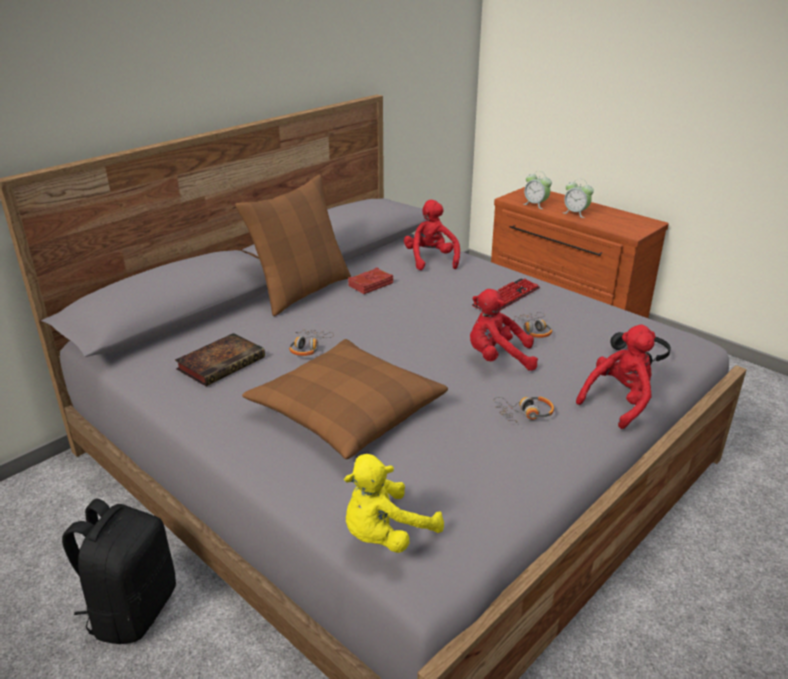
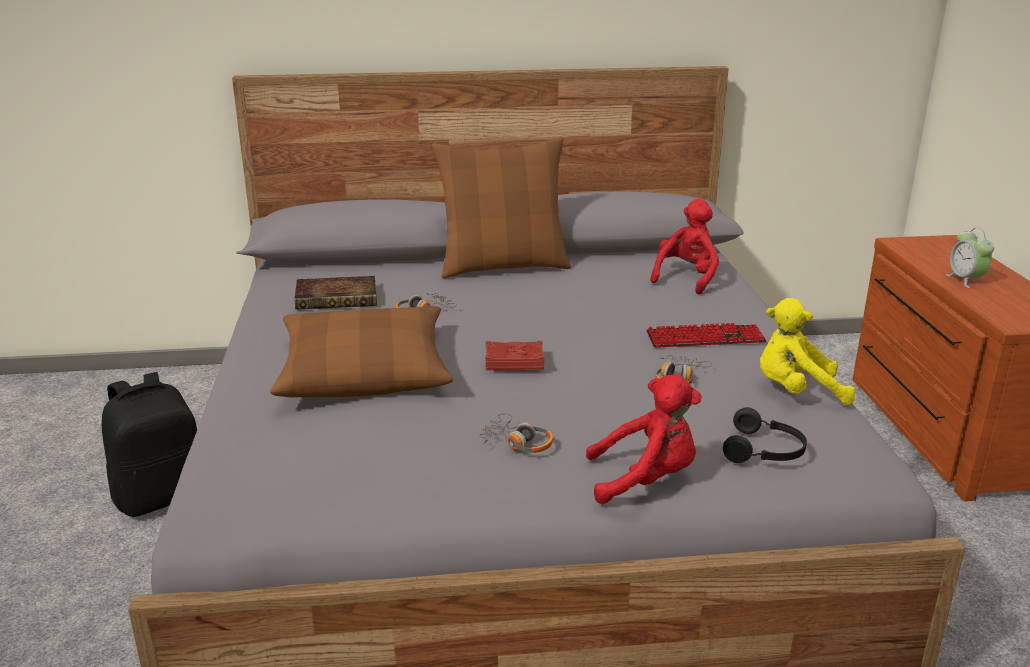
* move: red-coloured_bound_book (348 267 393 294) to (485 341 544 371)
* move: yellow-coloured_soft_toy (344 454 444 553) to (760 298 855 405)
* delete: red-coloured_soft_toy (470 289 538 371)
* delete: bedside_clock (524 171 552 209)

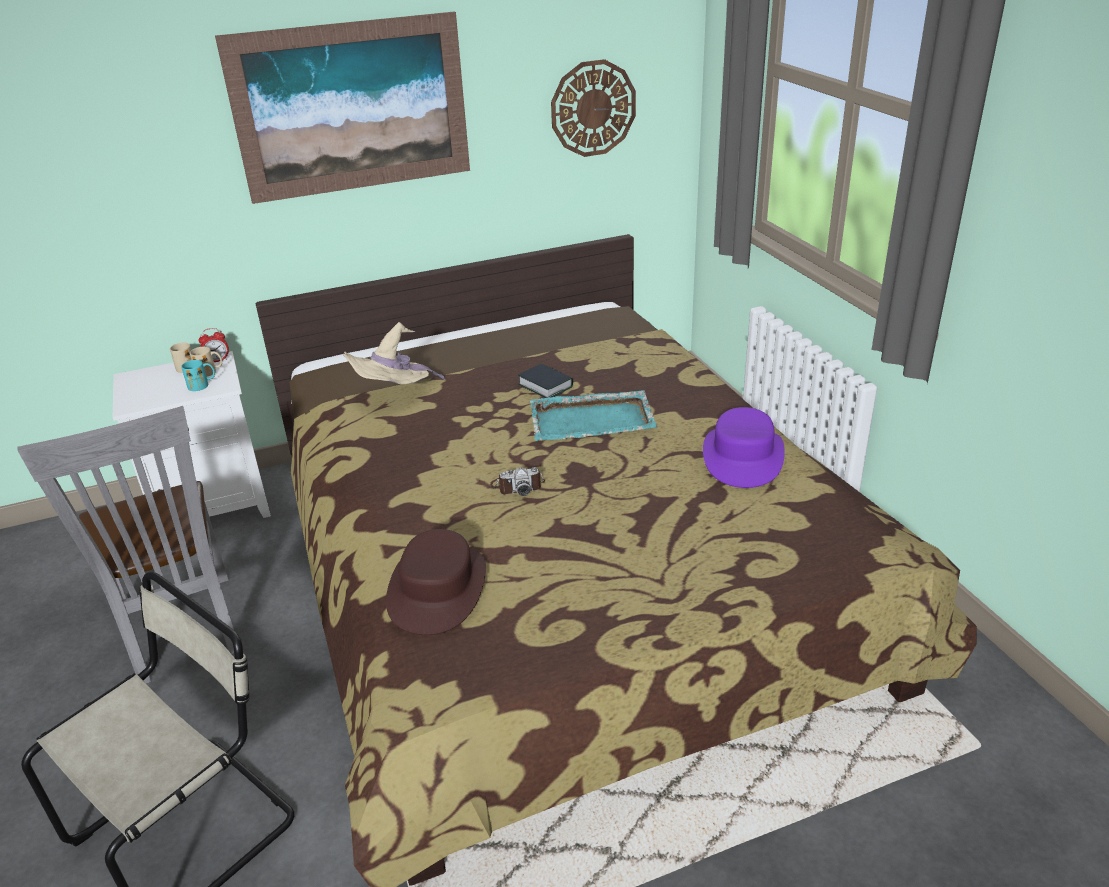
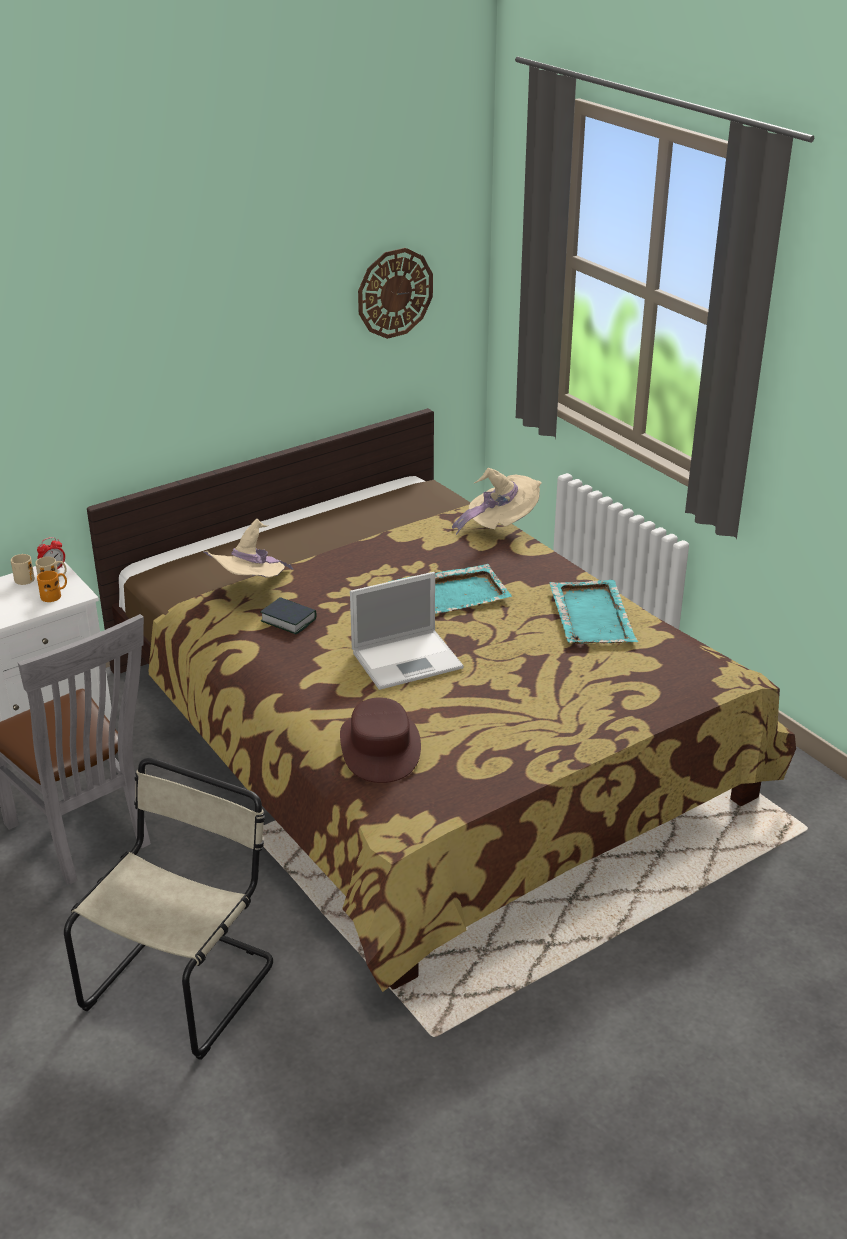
* recolor: turquoise_mug (181 360 215 391) to orange-coloured_mug (37 571 67 602)
* move: bound_book (518 363 573 398) to (260 597 317 635)
* replace: still_camera (490 467 545 496) to notebook_computer (350 572 464 690)
* insert: beige_wearable_hat (452 468 542 535)
* replace: purple_wearable_hat (703 407 785 488) to turquoise_serving_tray (549 580 638 644)
* delete: wall_art (215 11 470 204)

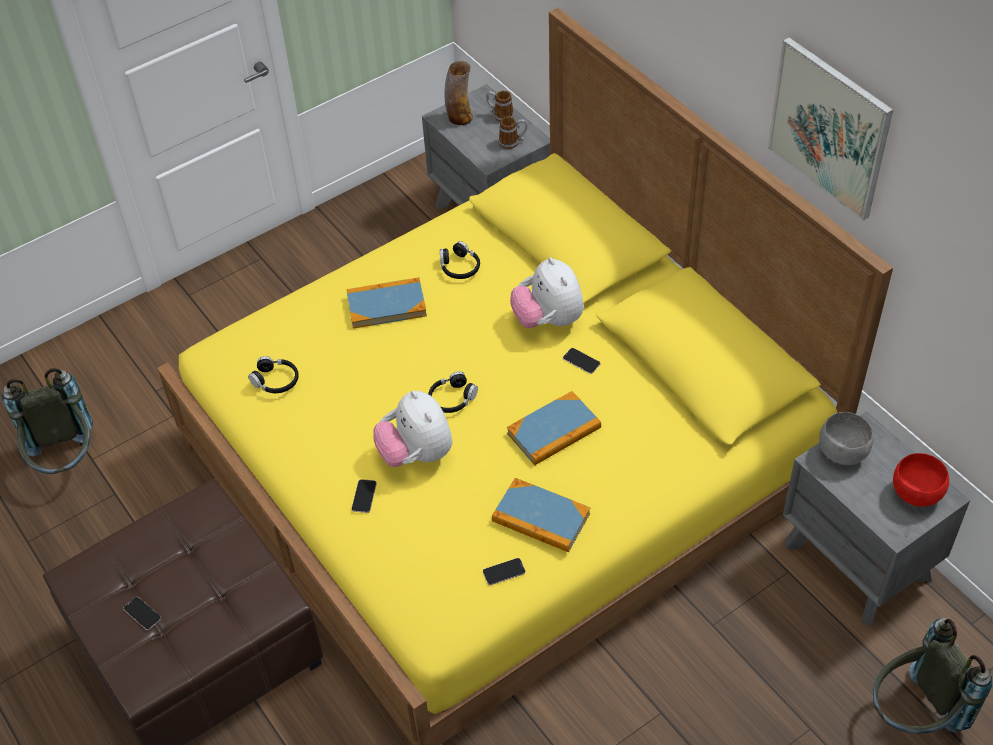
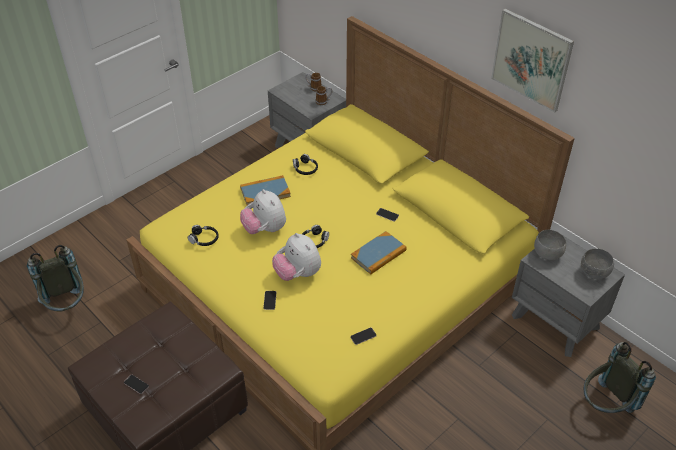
* move: soft_toy (510 257 584 328) to (240 189 286 234)
* recolor: red-coloured_deep_dish (893 453 949 507) to greyish_deep_dish (581 248 614 279)
* delete: flower_vase (444 61 473 125)
* delete: bound_book (492 478 590 552)

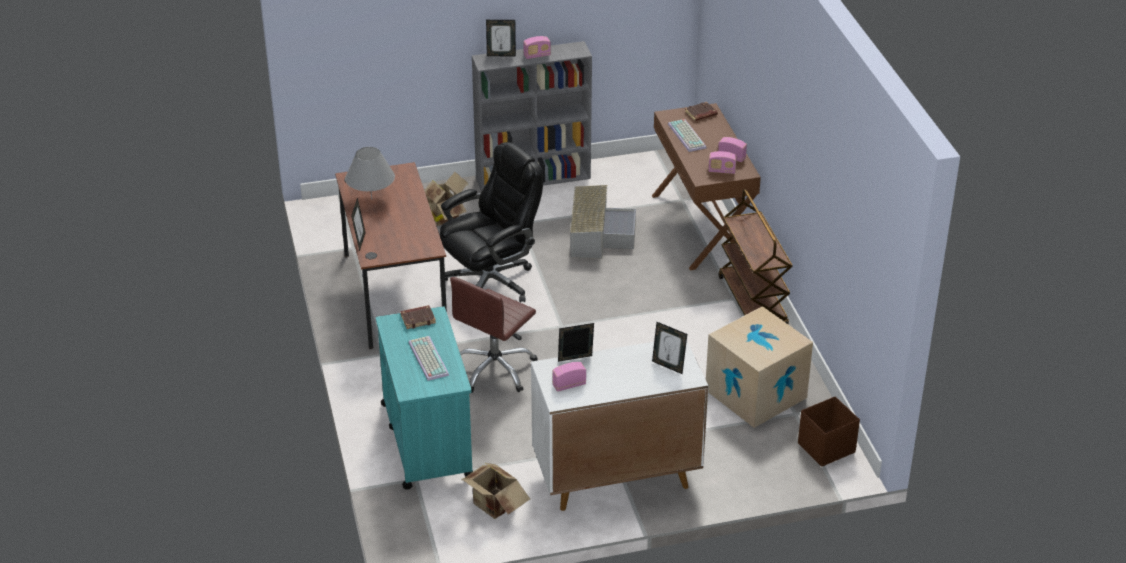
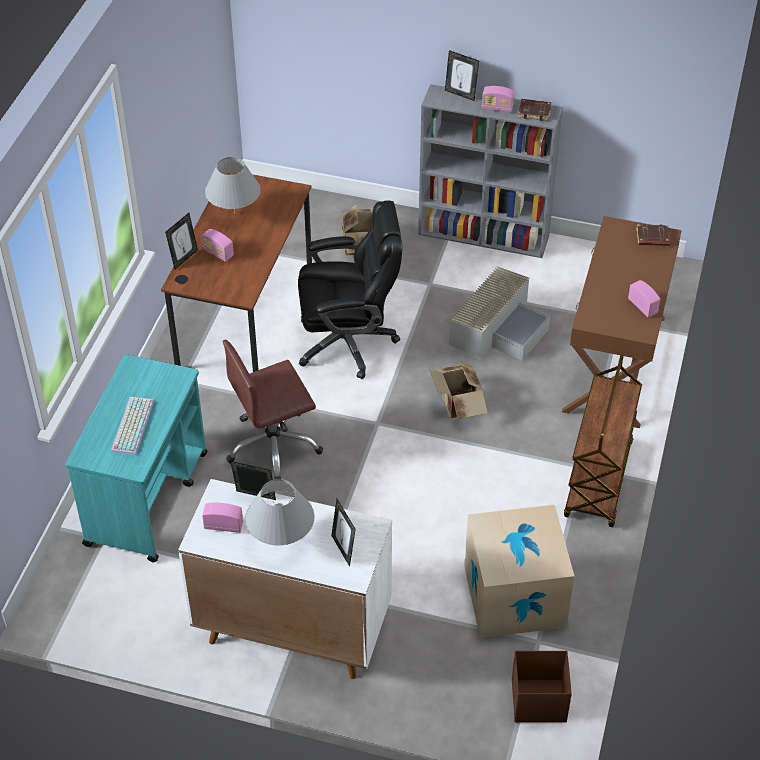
* move: radio (708 151 737 174) to (201 229 234 262)
* insert: greyish_table_lamp (245 479 315 545)
* move: packing_box (462 463 530 519) to (428 362 488 419)
* move: brownish_bound_book (400 305 436 329) to (518 99 551 121)
* delete: PC_keyboard (668 119 707 152)

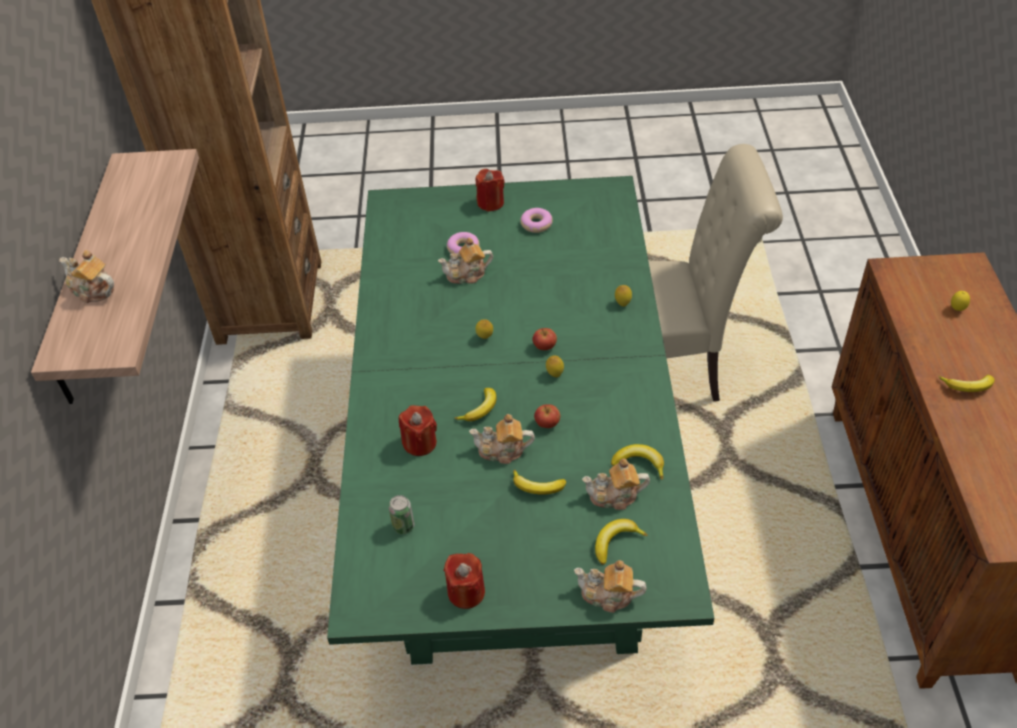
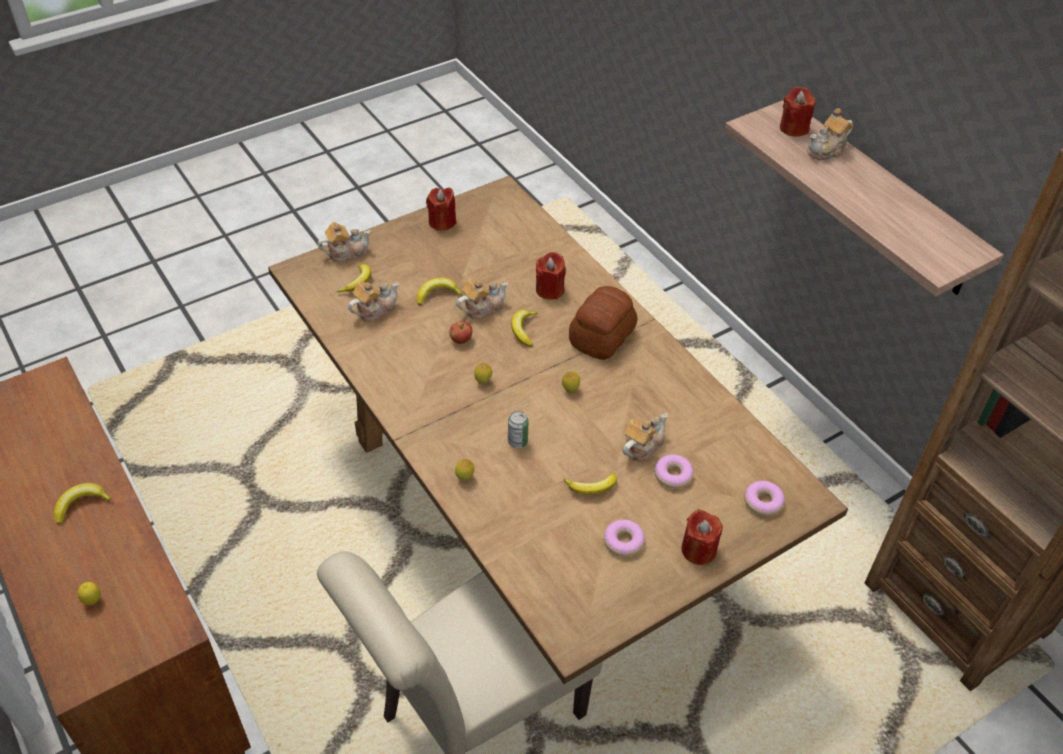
* recolor: greenish_dinner_table (327 176 714 665) to brownish_dinner_table (268 175 848 684)
* move: sealed_can (388 495 414 534) to (508 411 529 448)
* move: whole_banana (611 444 664 480) to (564 473 617 495)
* insert: bread (569 286 637 360)
* insert: doughnut (744 481 785 516)
* insert: red-coloured_wax_candle (780 87 815 137)
* rotate: teapot (59 250 114 303) = (807 108 853 160) 150 degrees clockwise
* delete: apple (532 328 557 350)

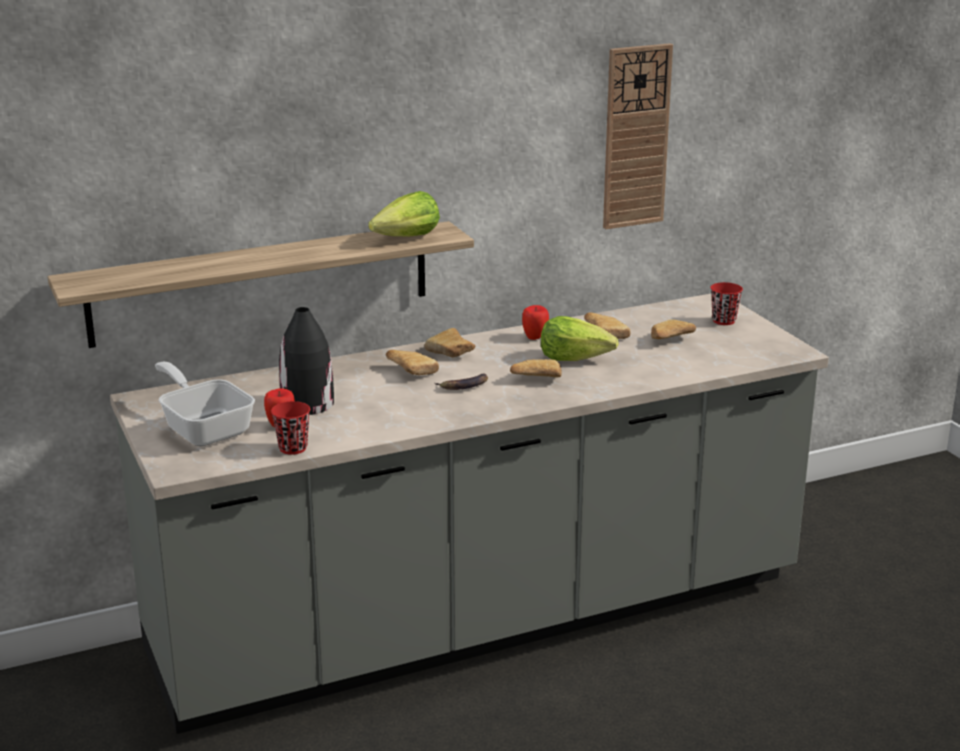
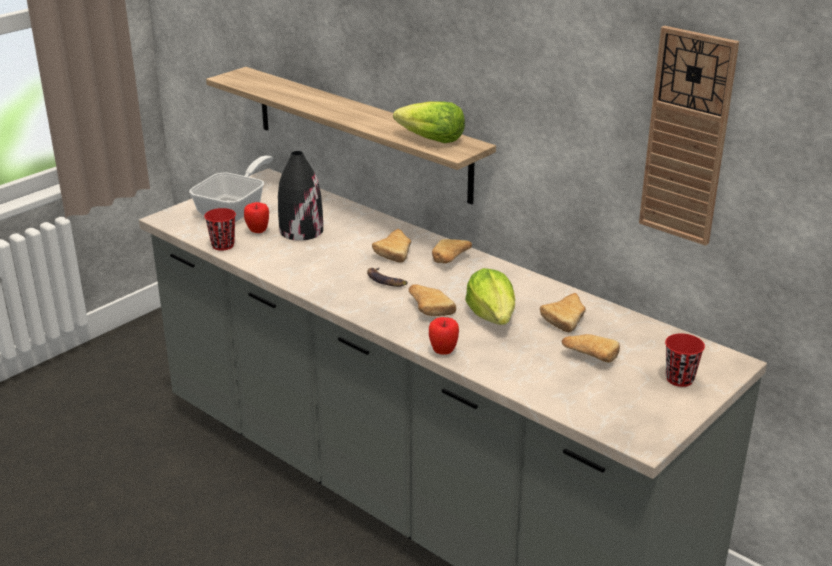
* move: apple (522 305 549 340) to (429 317 459 355)

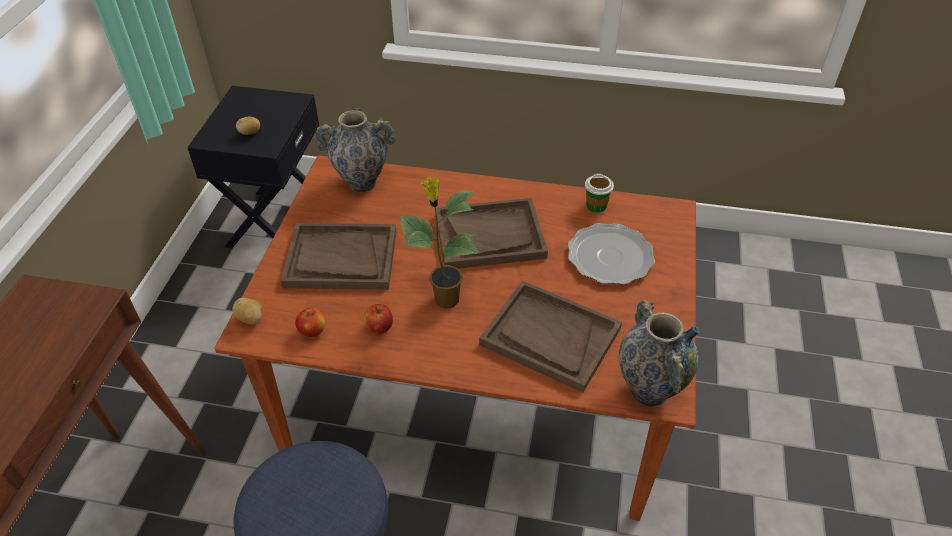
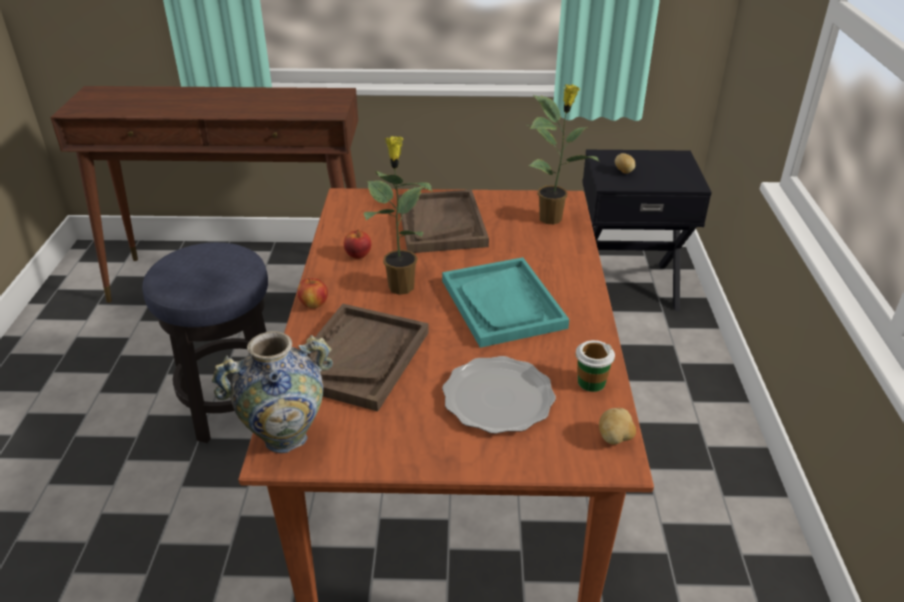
* move: apple (295 308 326 337) to (297 278 328 309)
* recolor: brownish_serving_tray (435 198 548 269) to turquoise_serving_tray (442 257 569 348)
* replace: flower_vase (314 109 396 192) to potted_plant (527 84 599 224)
* move: whole_potato (232 298 262 325) to (599 408 636 445)

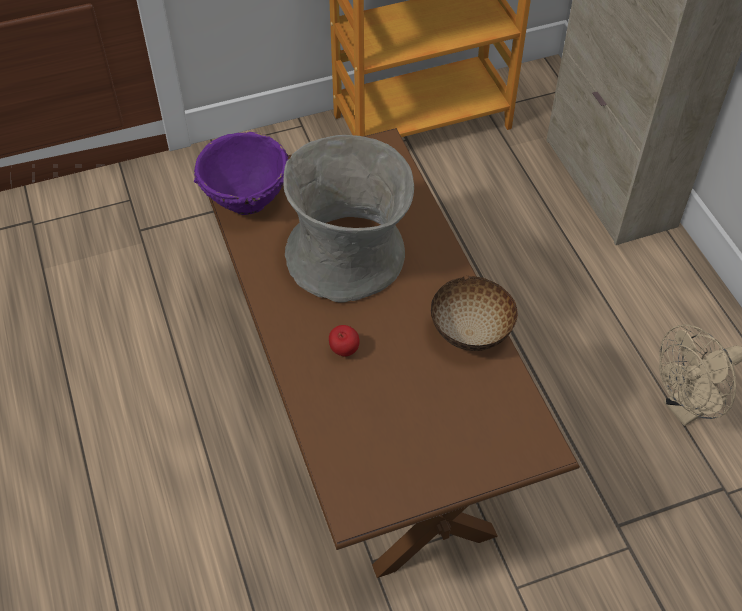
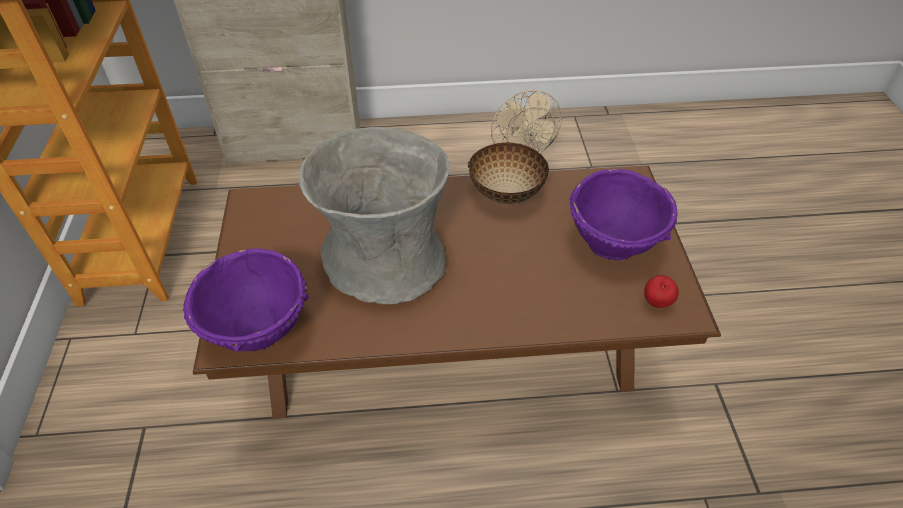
* insert: purple_deep_dish (570 169 678 260)
* move: apple (329 325 360 357) to (644 275 679 308)

